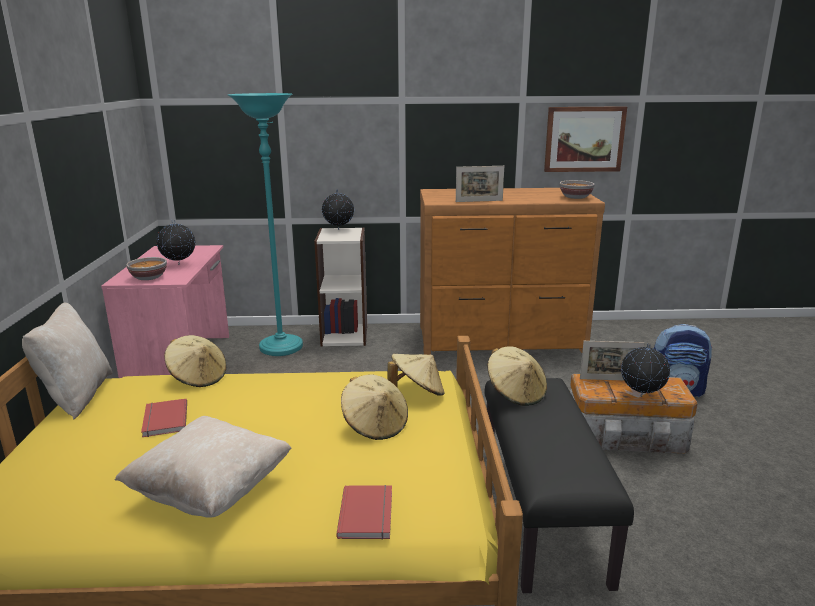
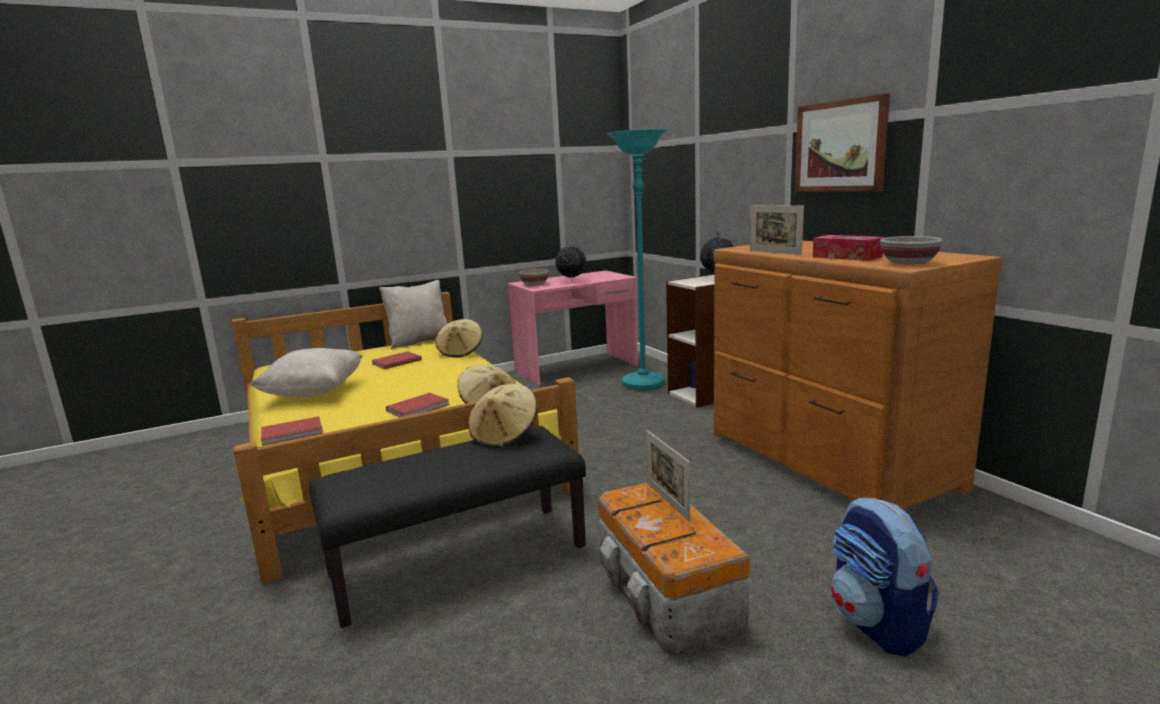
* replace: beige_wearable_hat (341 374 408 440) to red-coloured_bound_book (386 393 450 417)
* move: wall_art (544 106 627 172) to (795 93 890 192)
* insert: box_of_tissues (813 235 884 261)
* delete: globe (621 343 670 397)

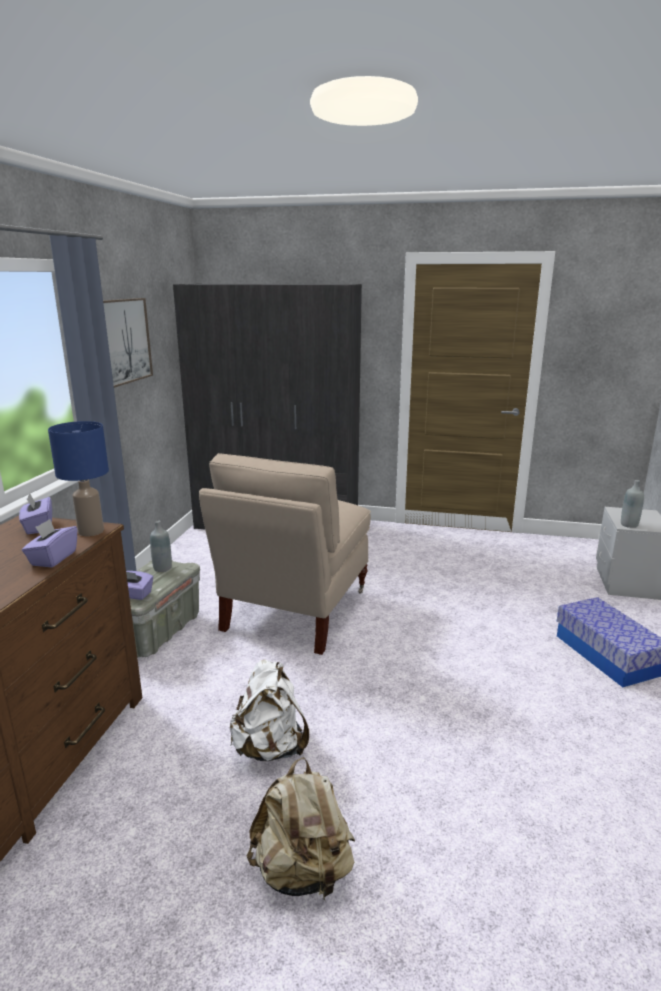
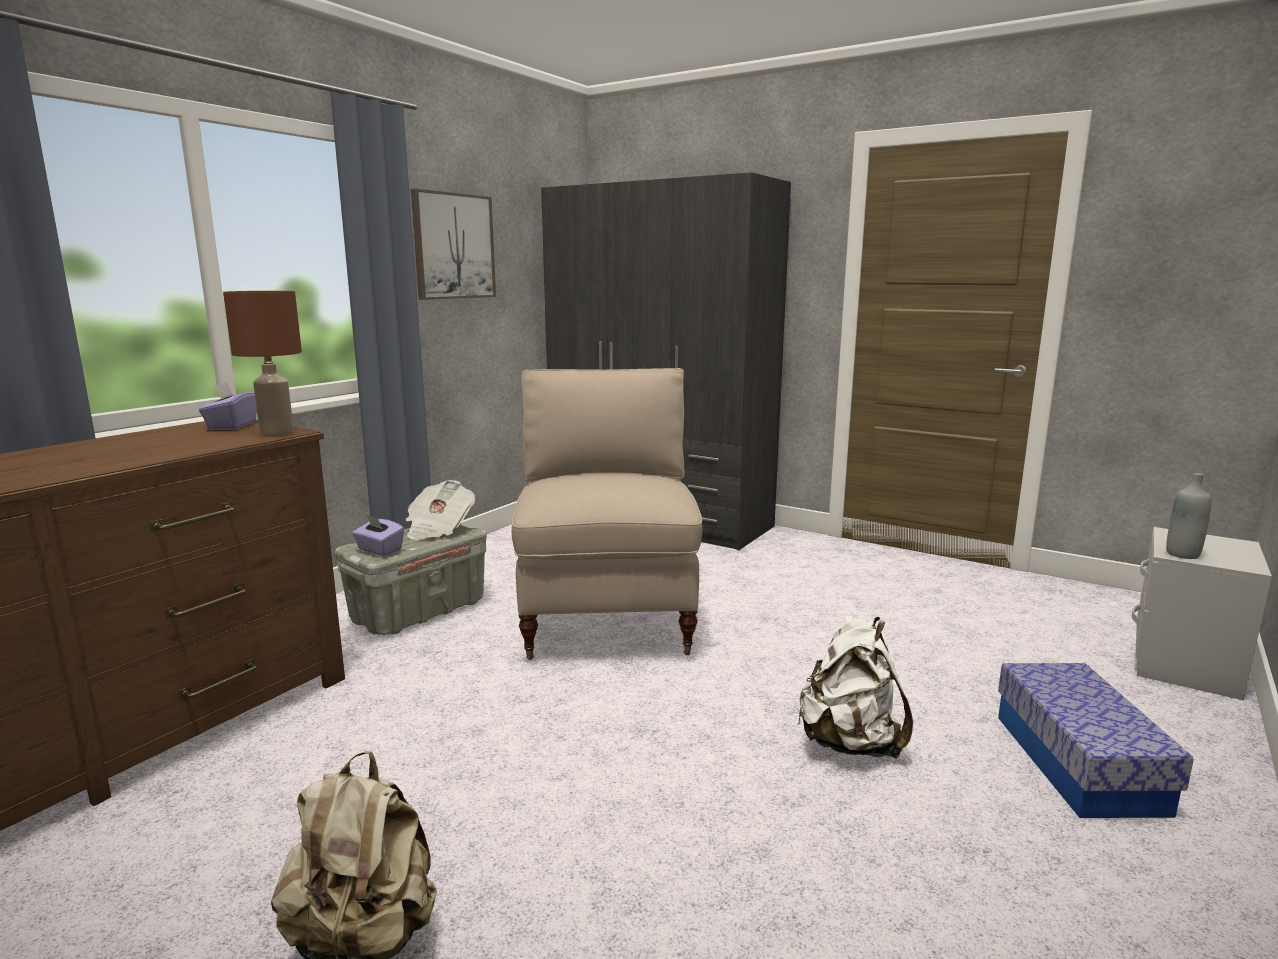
* recolor: blue_table_lamp (48 421 109 536) to brownish_table_lamp (223 291 302 437)
* replace: greyish_drink_bottle (150 521 172 572) to newspaper (406 480 475 540)
* rotate: beige_chair (199 453 371 655) = (512 368 702 660) 135 degrees clockwise
* move: white-coloured_backpack (230 660 309 761) to (797 615 913 759)
* delete: purple_box_of_tissues (22 519 77 567)

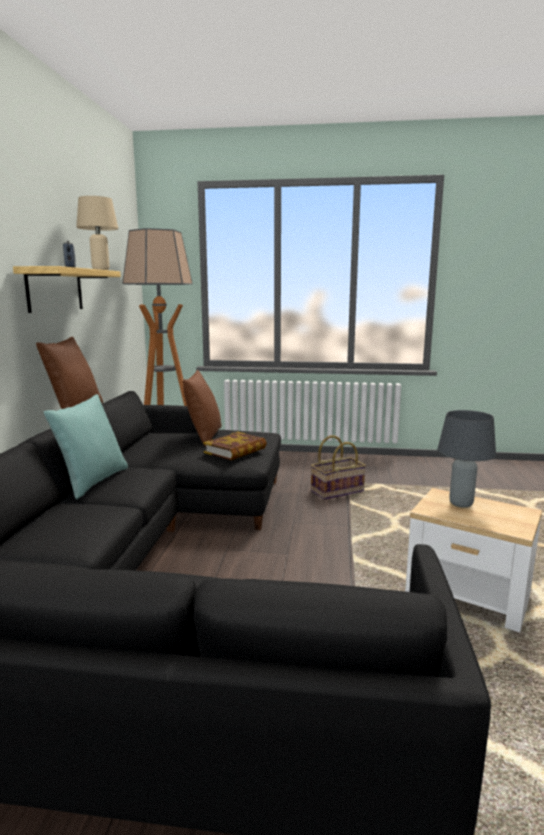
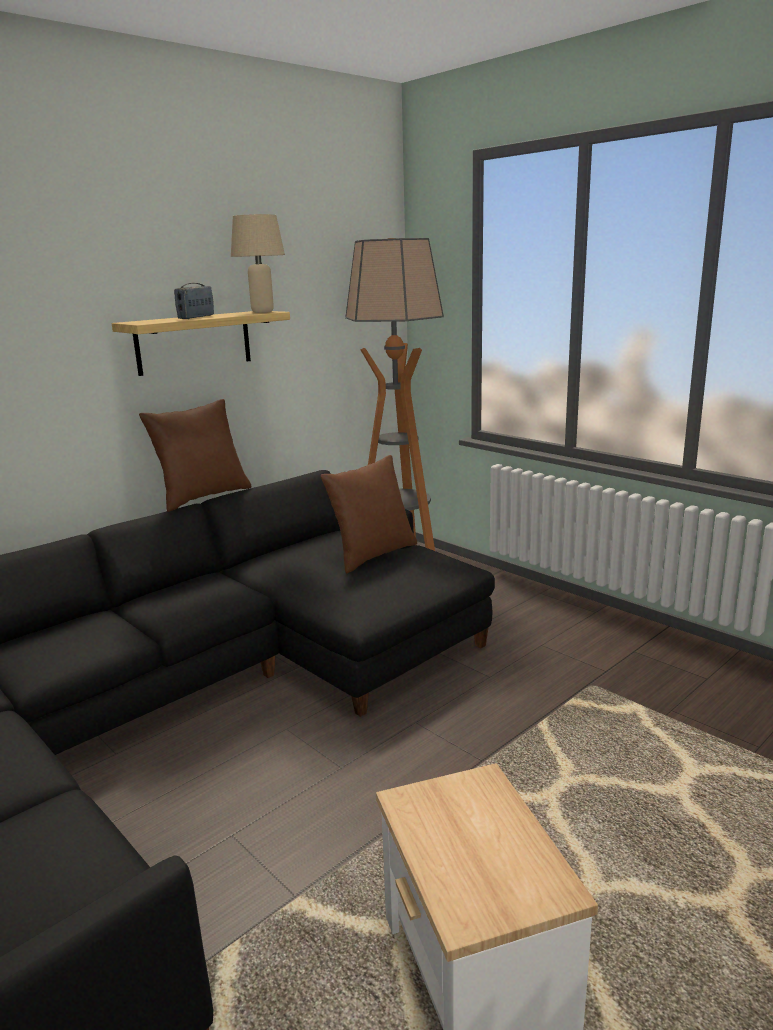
* delete: turquoise_cushion (44 394 128 499)
* delete: bound_book (203 432 267 460)
* delete: basket (311 436 366 500)
* delete: greyish_table_lamp (437 410 496 508)

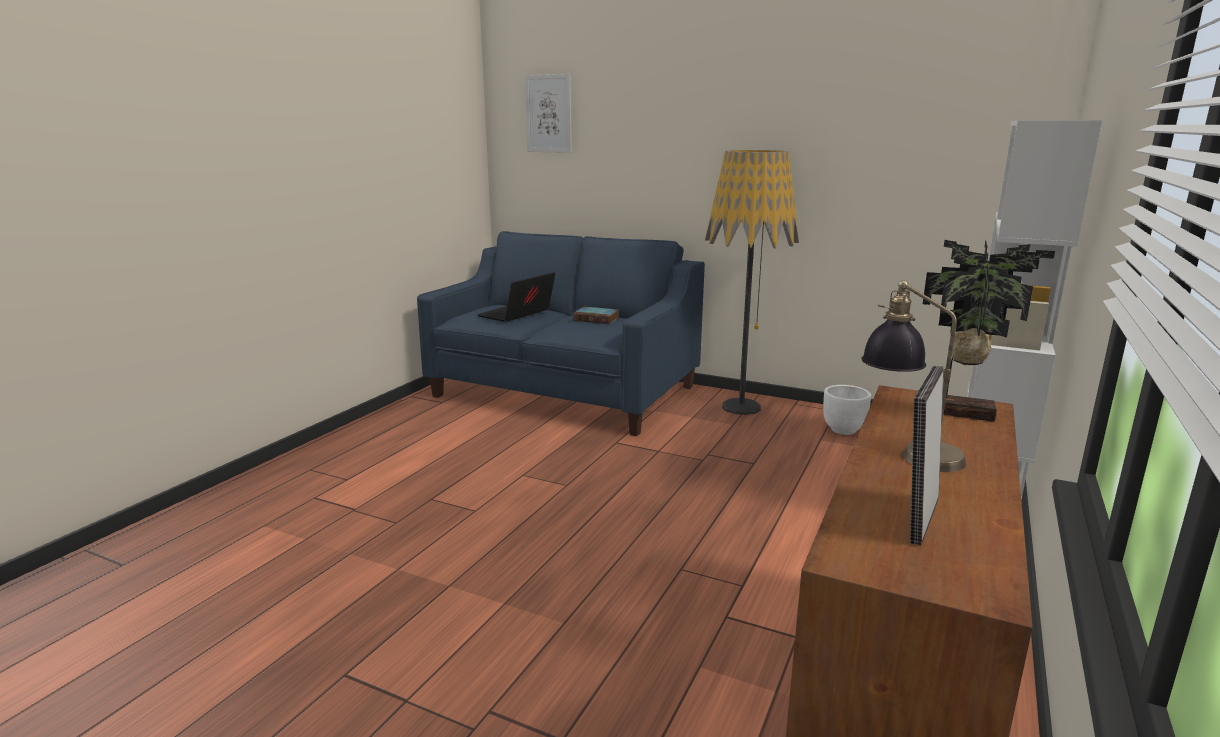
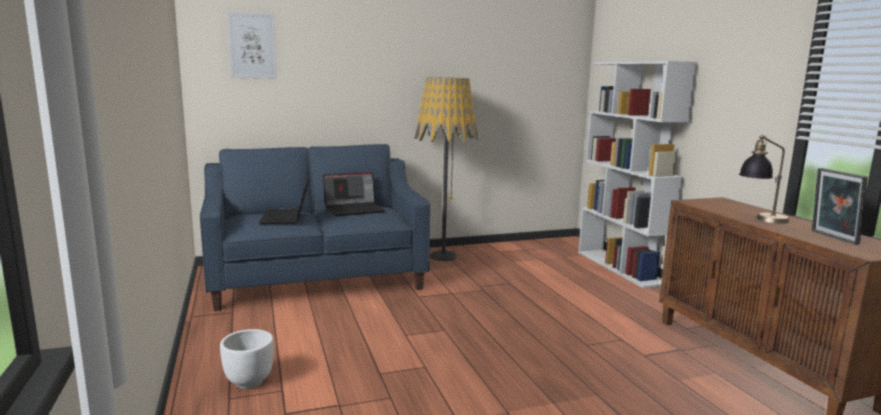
* move: white-coloured_flower_pot (823 385 871 435) to (220 329 274 389)
* replace: bound_book (573 307 619 324) to notebook_computer (323 172 386 216)
* delete: potted_plant (923 240 1055 422)

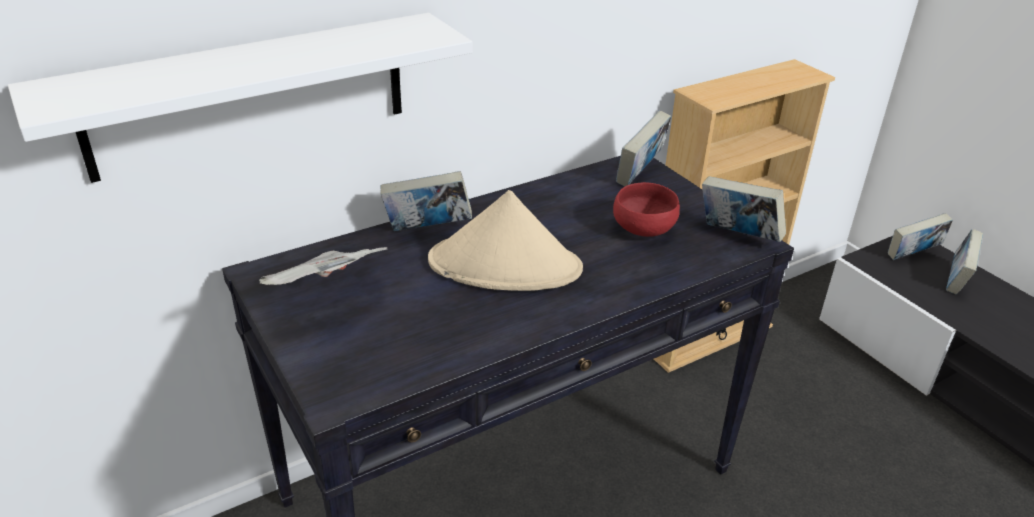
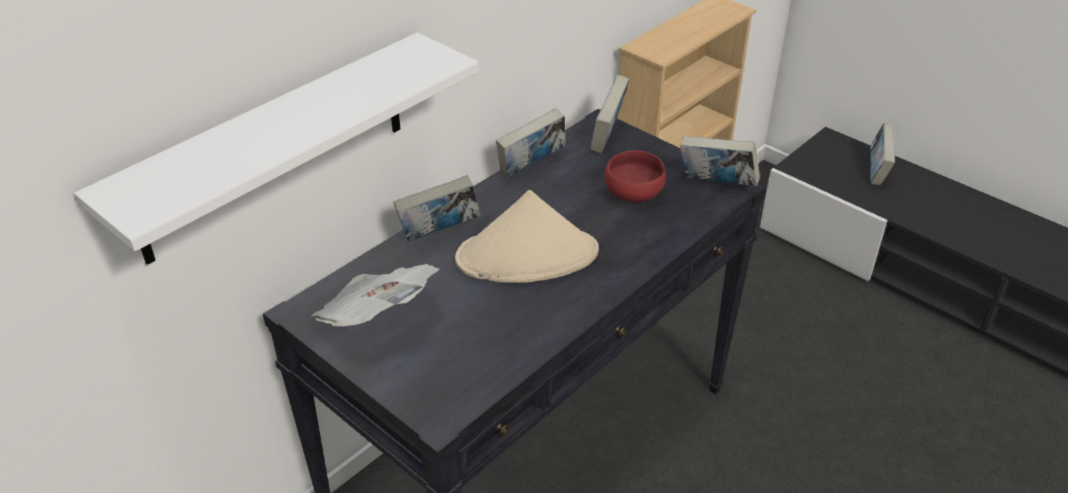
* move: bound_book (888 213 953 260) to (496 108 566 177)

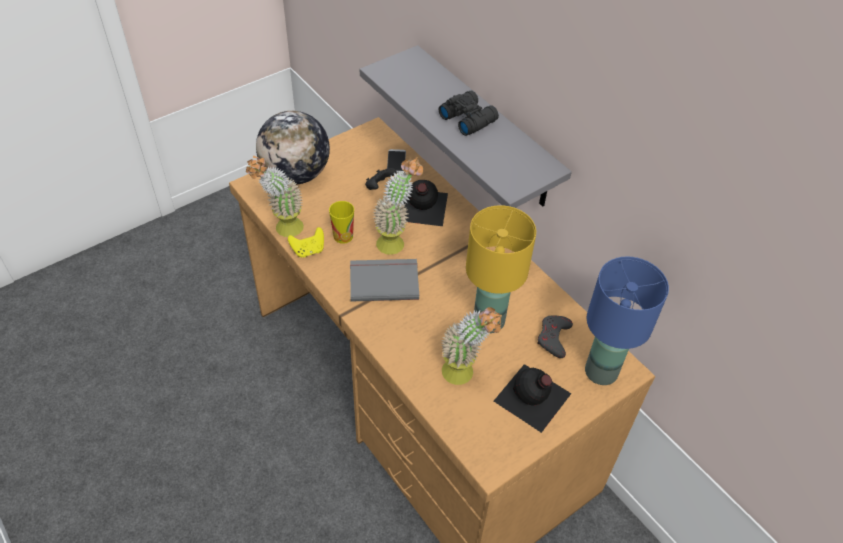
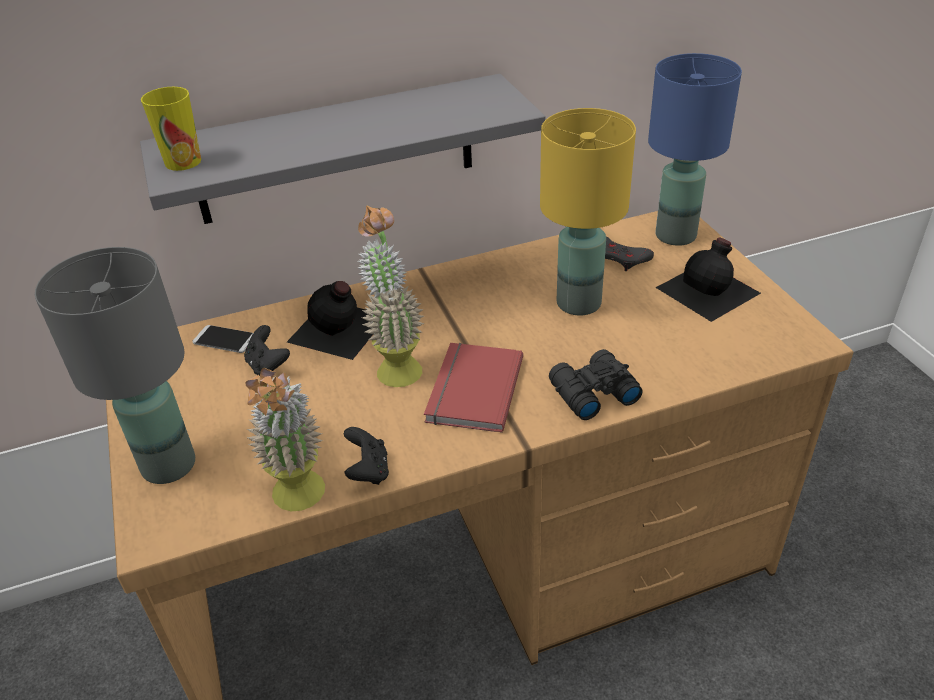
* replace: globe (256 111 330 185) to greyish_table_lamp (35 247 195 484)
* move: small_cup (329 201 354 244) to (141 87 201 171)
* recolor: yellow-coloured_joypad (288 227 324 257) to black_joypad (344 427 389 485)
* recolor: greyish_bound_book (350 259 419 302) to red-coloured_bound_book (424 343 523 433)
* move: black_field_glasses (438 91 499 136) to (549 349 643 420)
* delete: potted_plant (441 307 502 385)

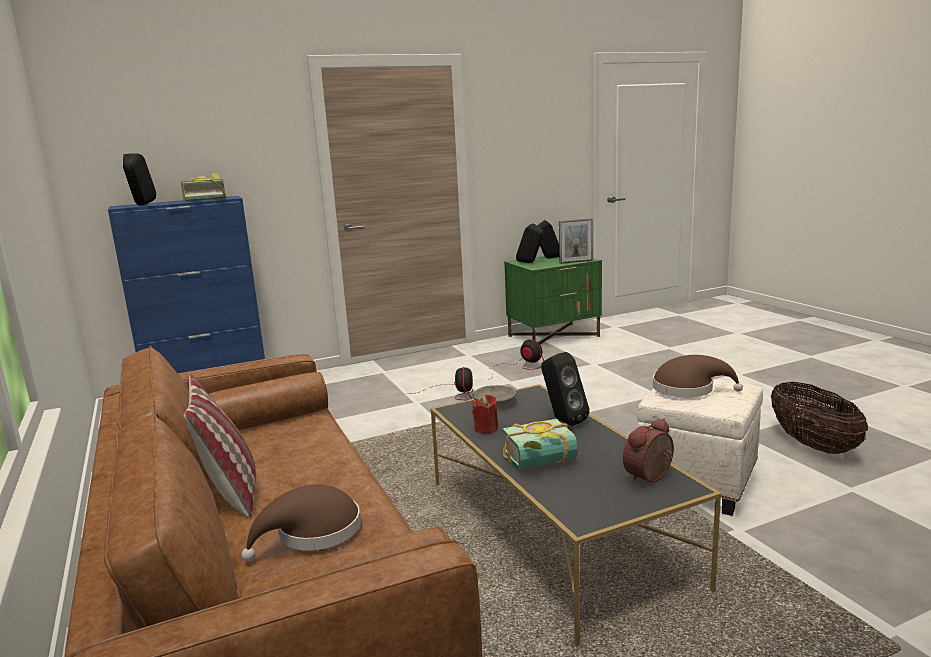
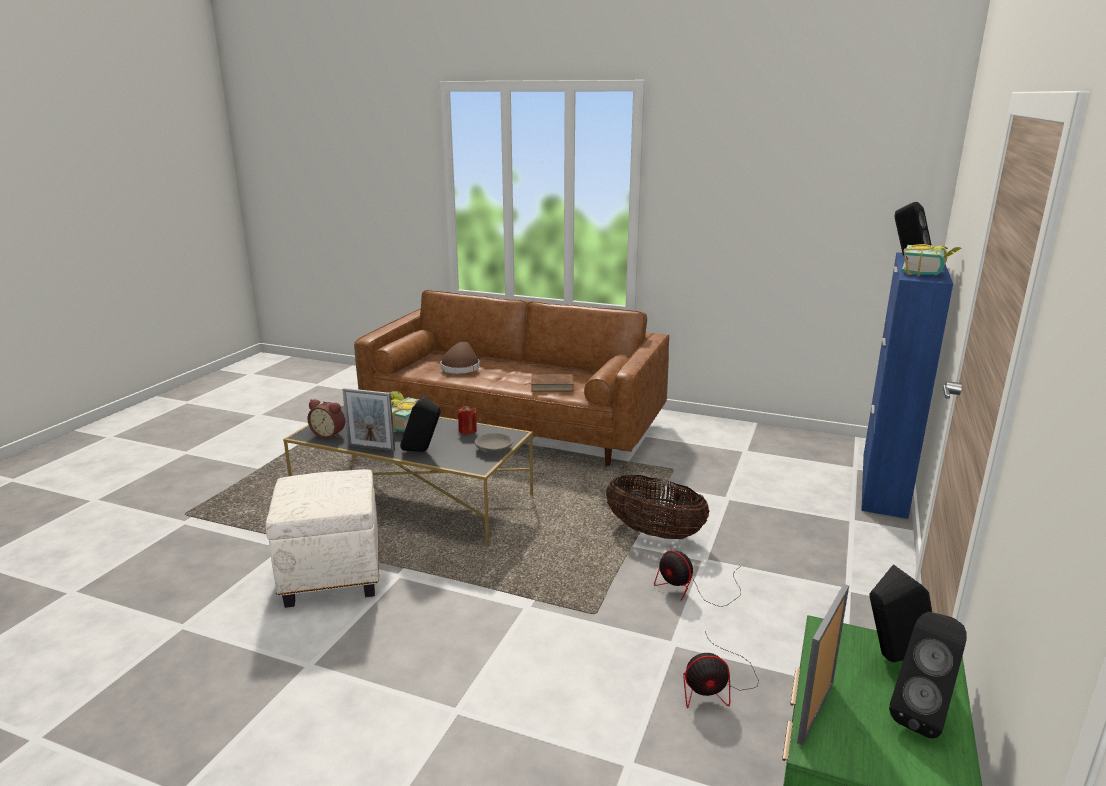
* rotate: bedside_clock (623 418 674 483) = (308 399 345 439) 105 degrees clockwise
* insert: standing_frame (342 388 395 451)
* insert: brownish_bound_book (529 374 574 391)
* move: basket (771 382 868 454) to (606 475 709 539)
* delete: cushion (184 374 256 517)
* delete: brownish_wearable_hat (653 355 743 397)

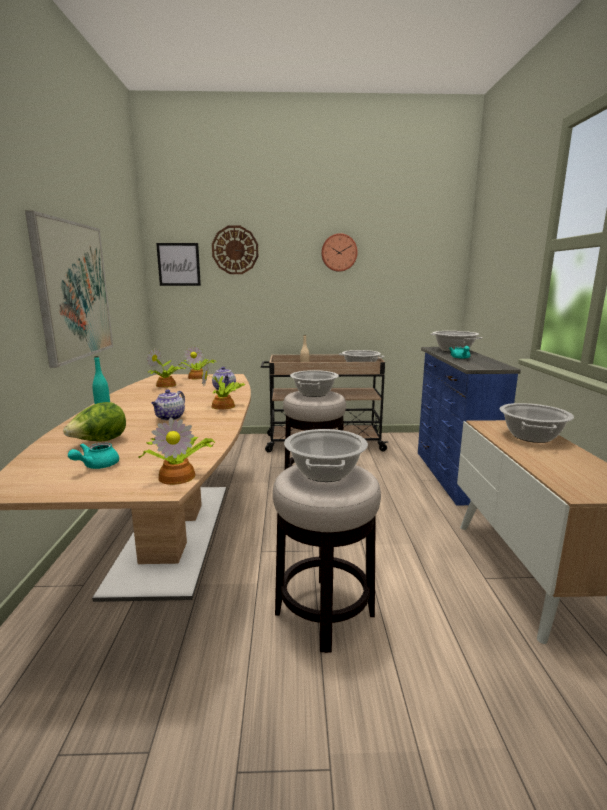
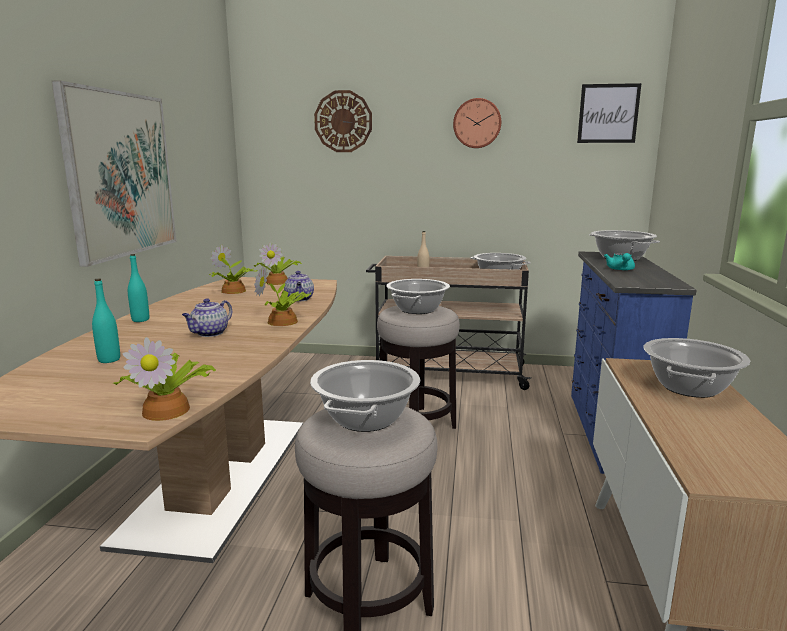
* replace: lettuce (63 402 126 441) to turquoise_drink_bottle (92 278 120 363)
* move: wall_art (156 243 201 286) to (577 83 641 143)
* delete: turquoise_teapot (68 442 119 469)

